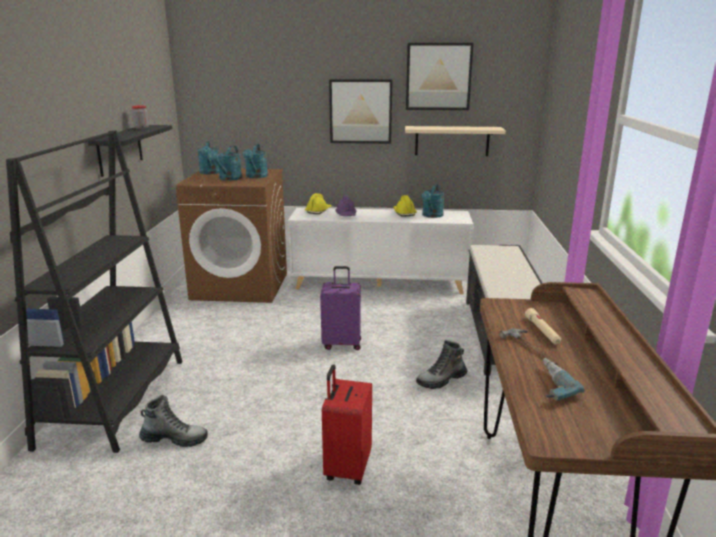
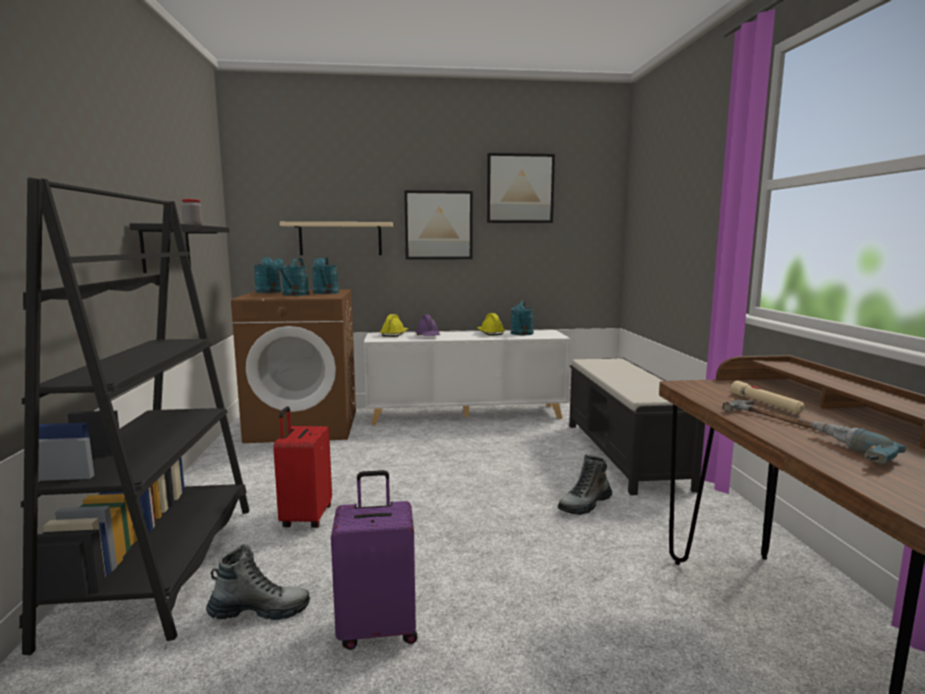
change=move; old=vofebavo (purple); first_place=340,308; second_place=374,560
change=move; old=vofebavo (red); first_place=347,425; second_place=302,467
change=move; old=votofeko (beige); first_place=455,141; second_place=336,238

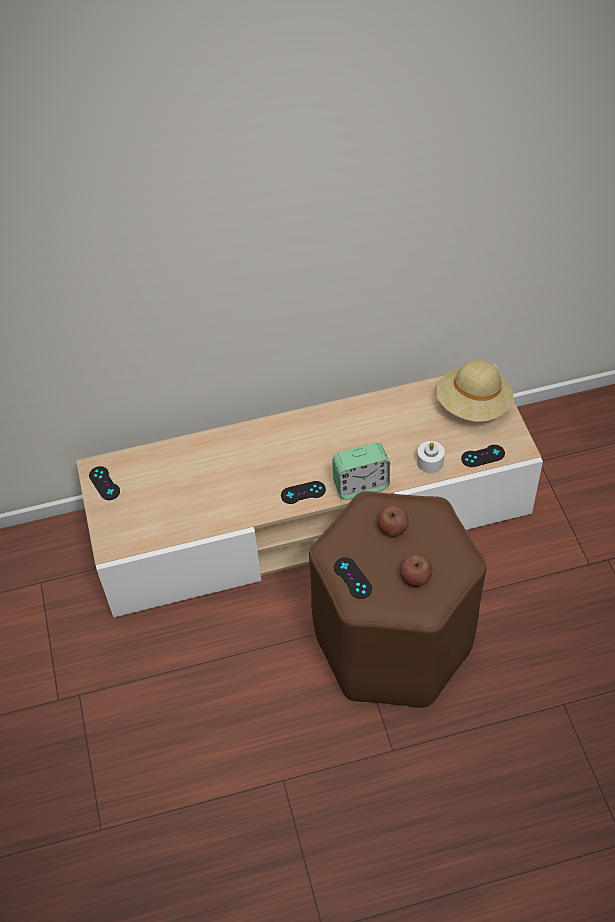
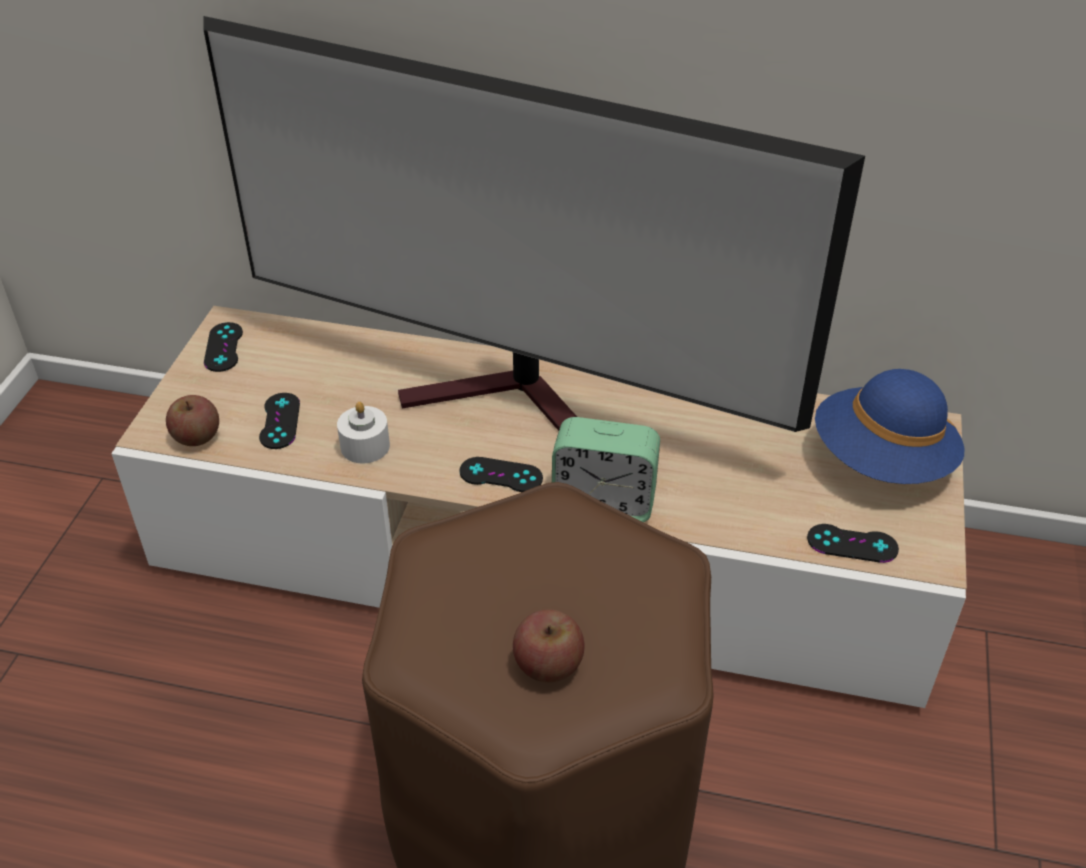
change=insert; new=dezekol; second_place=534,224
change=move; old=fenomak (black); first_place=353,578; second_place=279,421
change=move; old=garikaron; first_place=393,521; second_place=192,420
change=move; old=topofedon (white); first_place=431,457; second_place=363,433
change=recolor; old=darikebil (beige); new=darikebil (blue); first_place=474,391; second_place=889,426

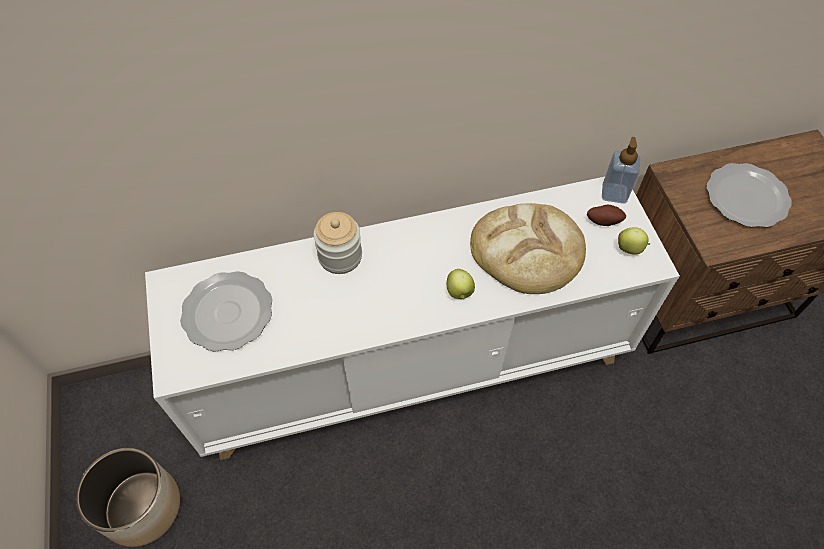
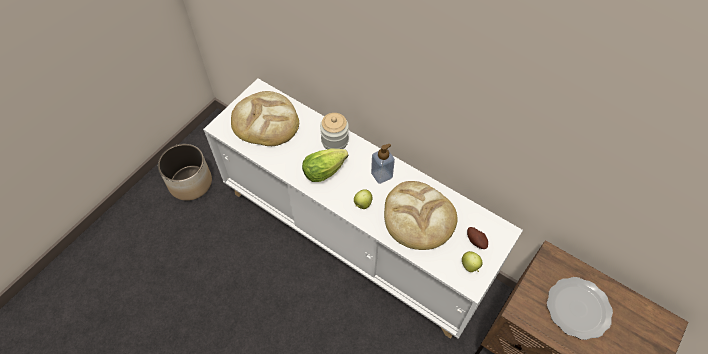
change=insert; new=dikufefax; second_place=325,165
change=move; old=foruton; first_place=621,170; second_place=383,164
change=replace; old=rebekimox; new=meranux; first_place=226,311; second_place=265,118

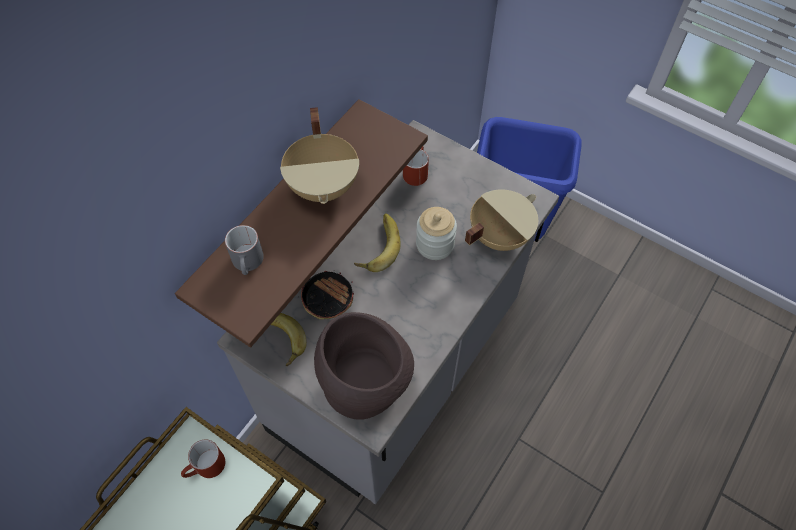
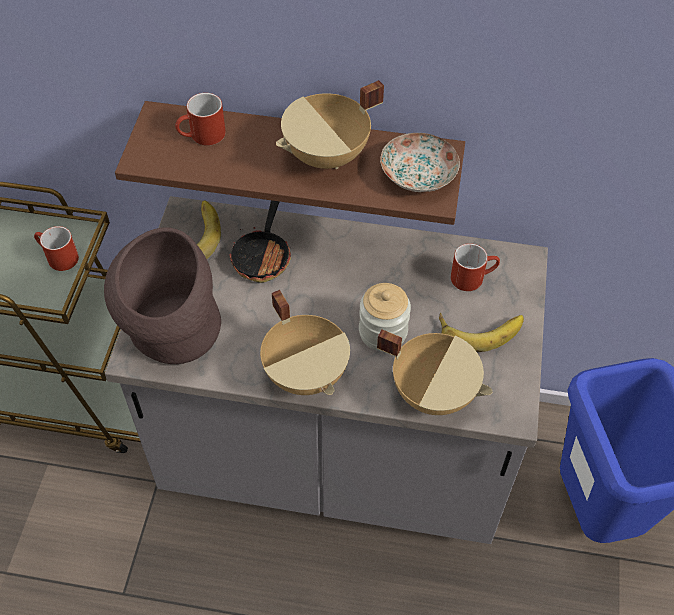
change=insert; new=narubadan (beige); second_place=305,342
change=insert; new=rebekimox; second_place=420,162
change=move; old=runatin; first_place=377,242; second_place=481,332
change=recolor; old=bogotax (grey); new=bogotax (red); first_place=244,250; second_place=200,119

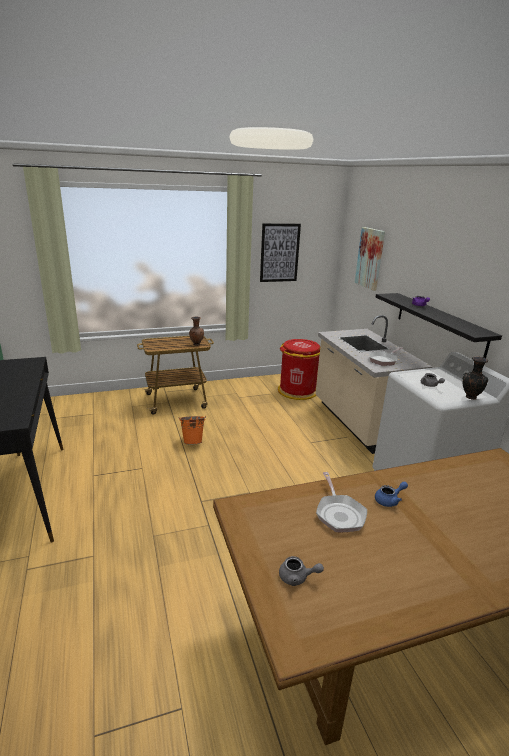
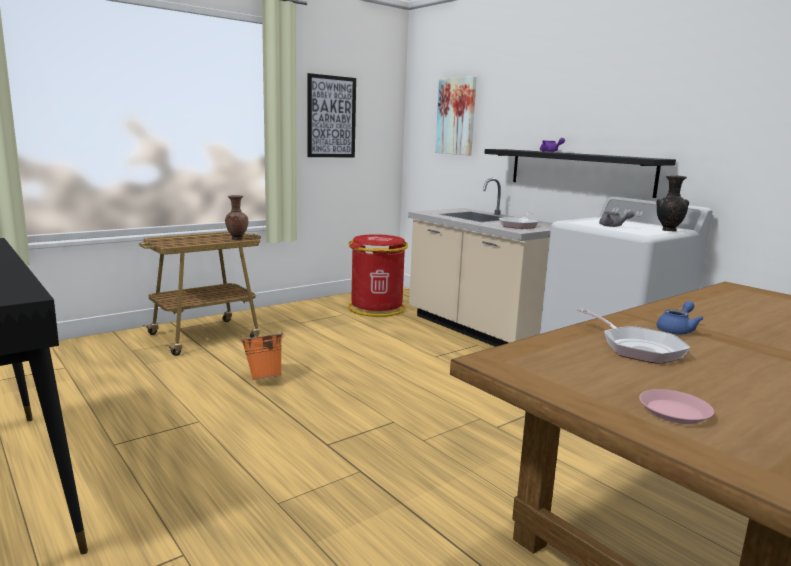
change=replace; old=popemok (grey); new=rebekimox (pink); first_place=301,571; second_place=676,406

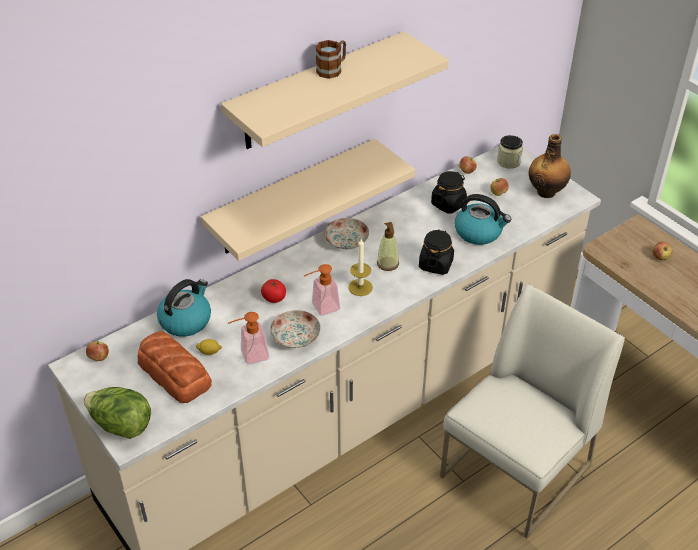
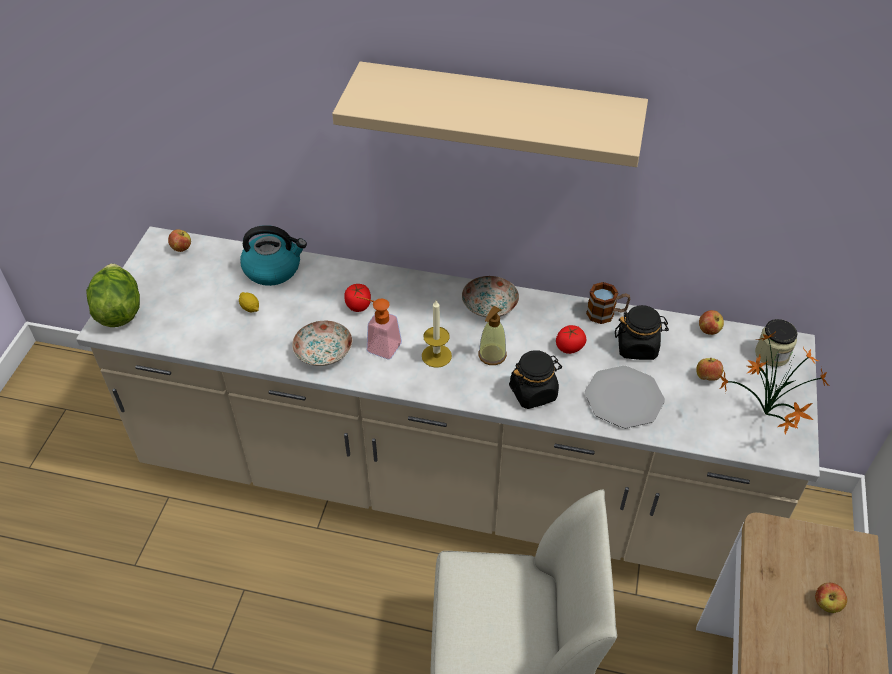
change=delete; old=meranux; first_place=175,367
change=delete; old=votofeko (beige); first_place=308,200
change=delete; old=foruton; first_place=248,338
change=insert; new=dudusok; second_place=571,339
change=move; old=bogotax; first_place=331,59; second_place=608,303
change=replace; old=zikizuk; new=rebekimox; first_place=483,219; second_place=625,397
change=replace; old=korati; new=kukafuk; first_place=550,166; second_place=774,382

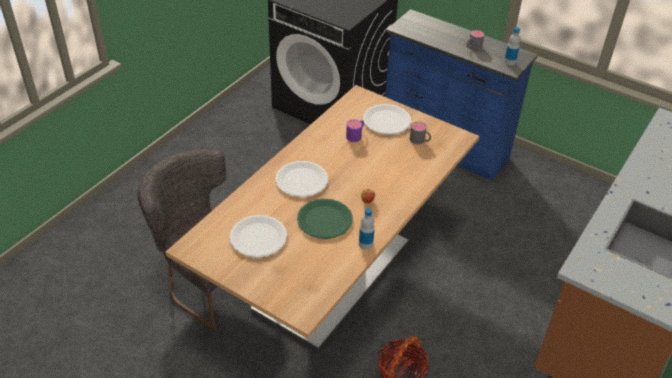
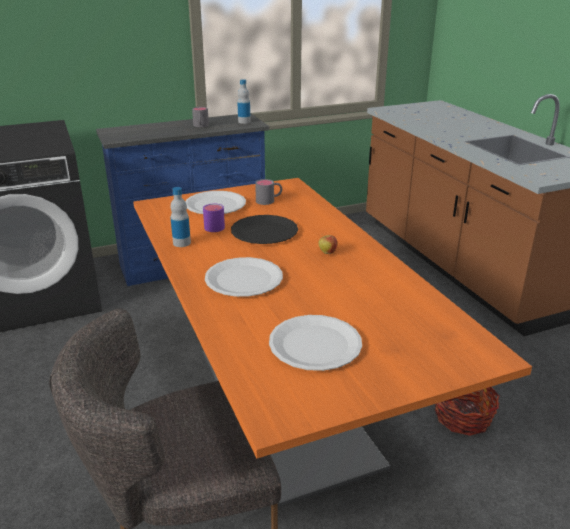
change=delete; old=rebekimox (green); first_place=325,219
change=insert; new=rebekimox (black); second_place=264,229
change=move; old=korati; first_place=367,229; second_place=180,217
change=recolor; old=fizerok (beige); new=fizerok (orange); first_place=322,217; second_place=332,342

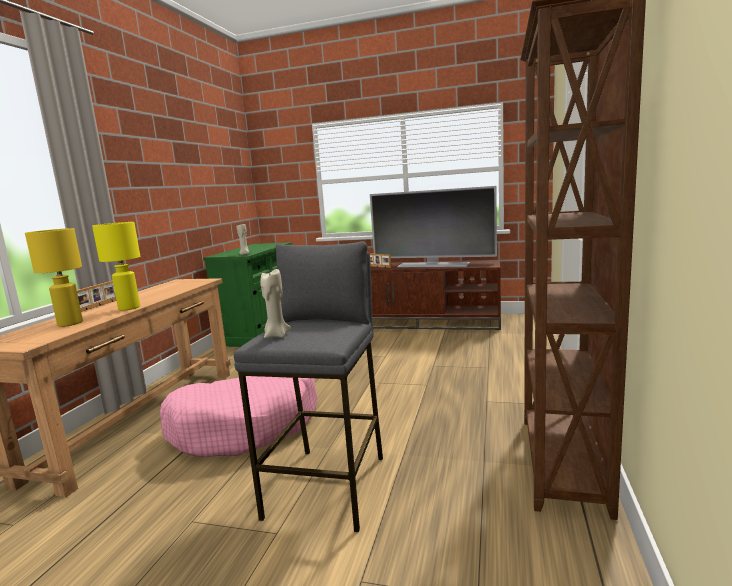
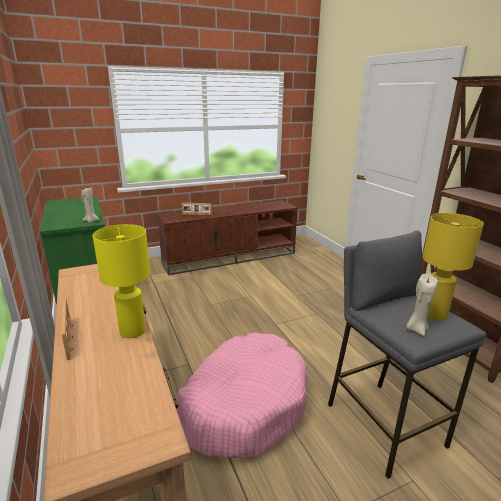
change=delete; old=dezekol; first_place=433,227
change=move; old=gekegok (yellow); first_place=54,277; second_place=453,266

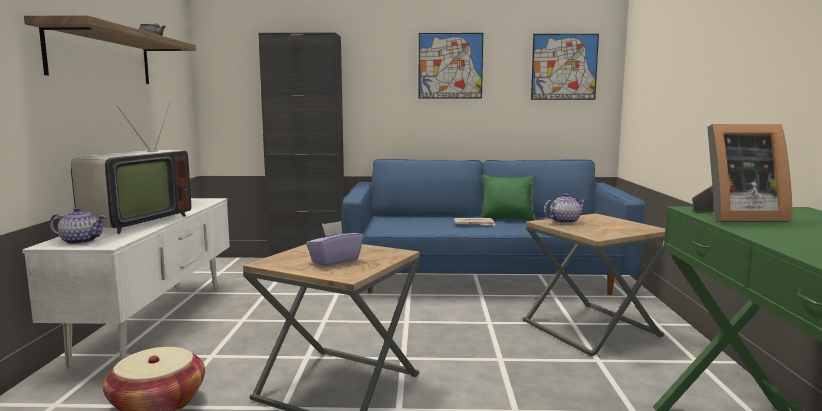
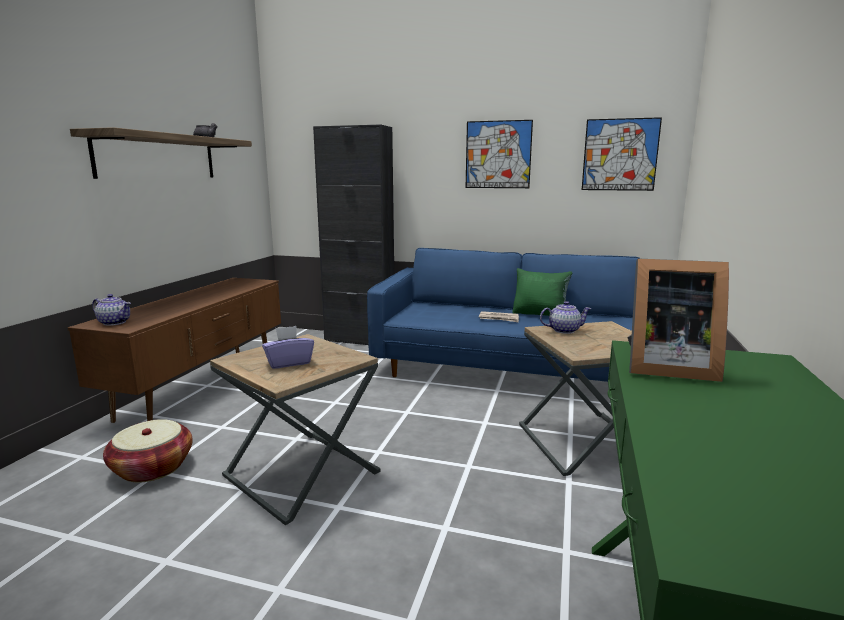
change=delete; old=dezekol; first_place=131,167
change=recolor; old=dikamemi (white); new=dikamemi (brown); first_place=126,282; second_place=174,350

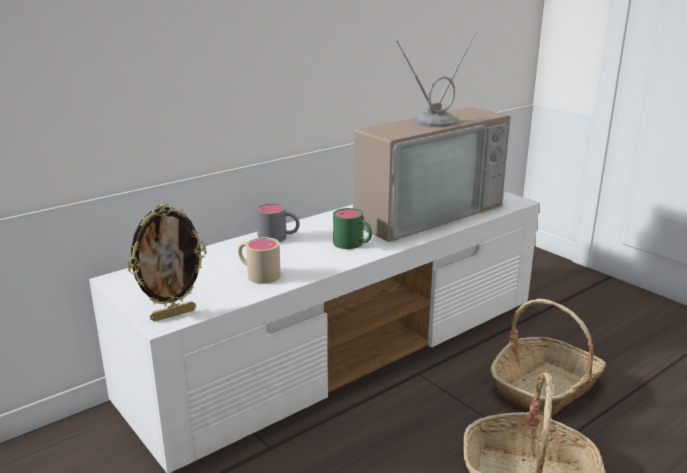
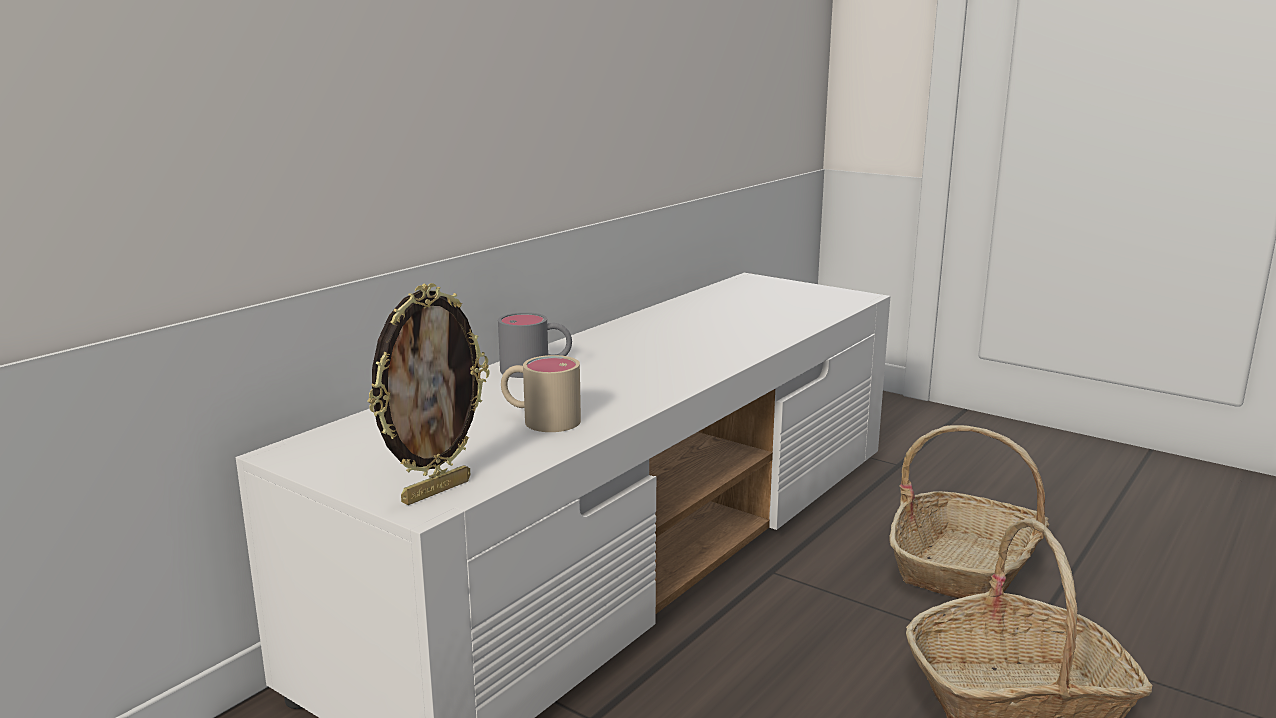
change=delete; old=bogotax (green); first_place=352,228
change=delete; old=dezekol; first_place=432,137

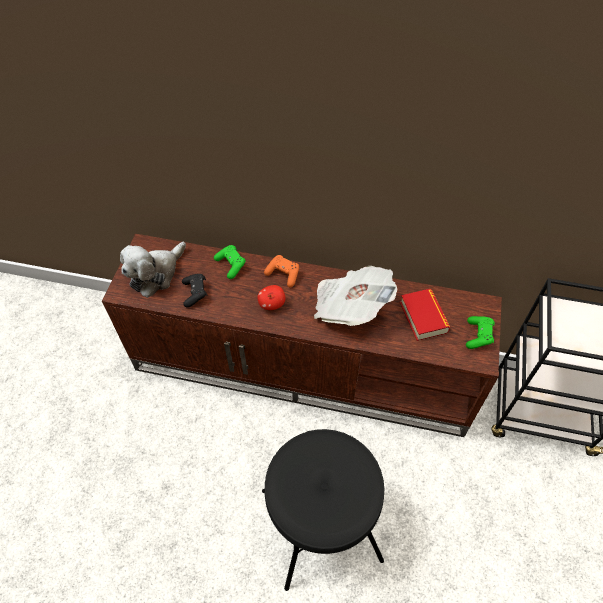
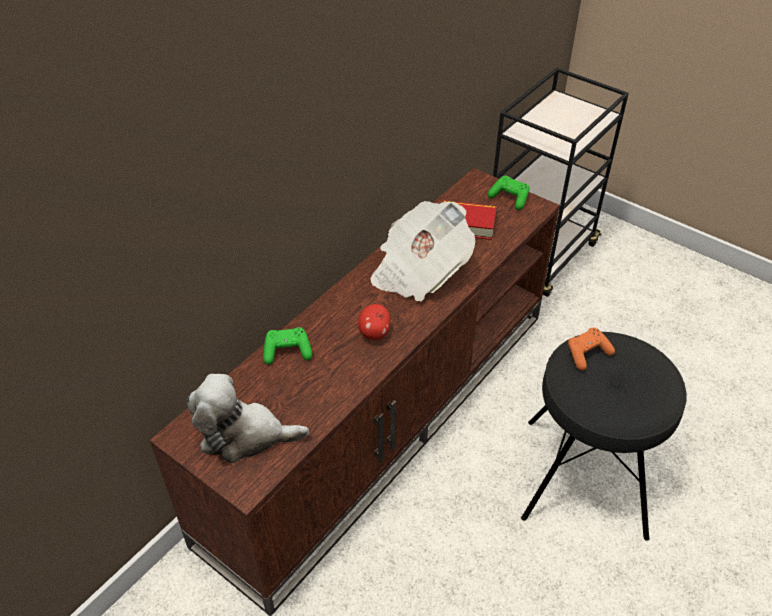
change=delete; old=fenomak (black); first_place=195,291
change=move; old=fenomak (orange); first_place=281,271; second_place=591,349
change=rotate; old=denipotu; first_place=153,270; second_place=248,418; degrees=120

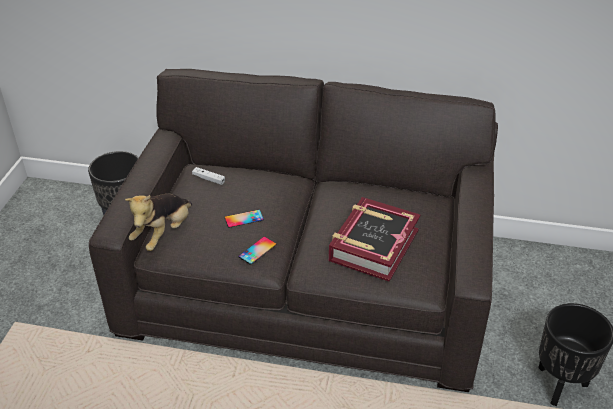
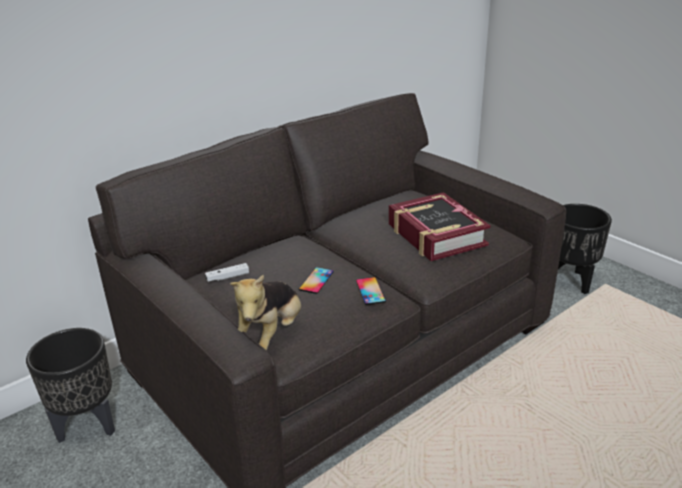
change=rotate; old=denipotu; first_place=158,222; second_place=265,312; degrees=45

